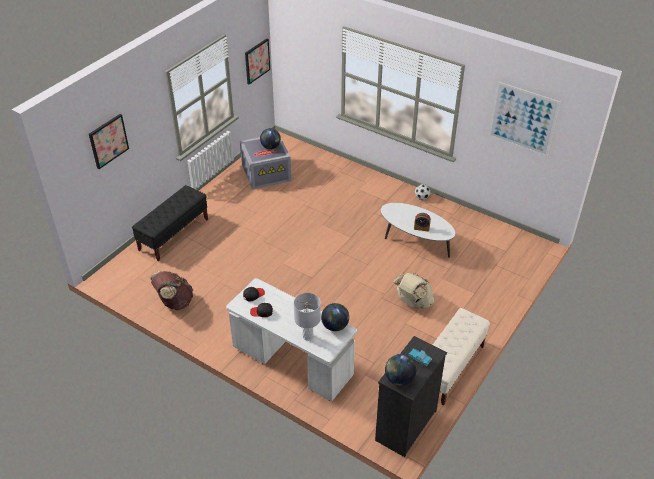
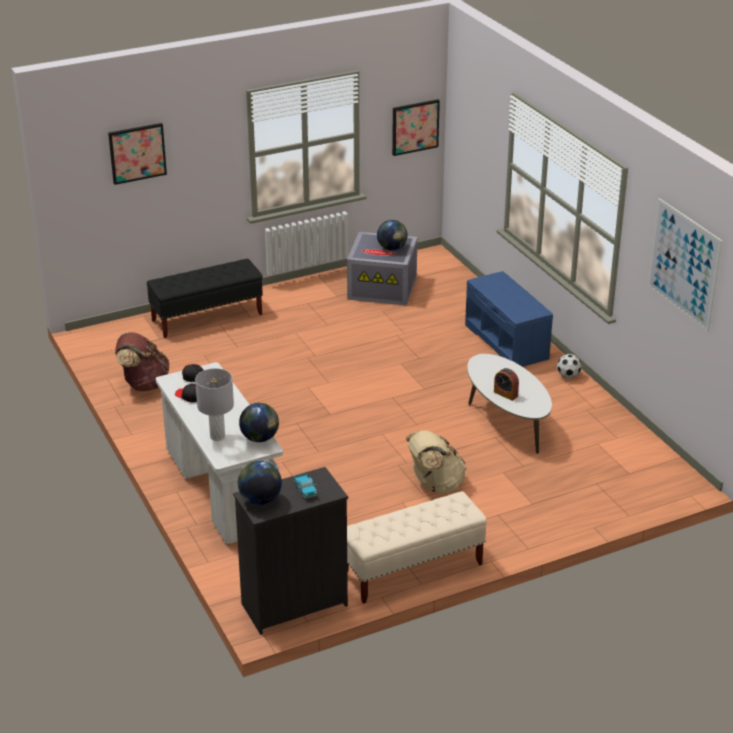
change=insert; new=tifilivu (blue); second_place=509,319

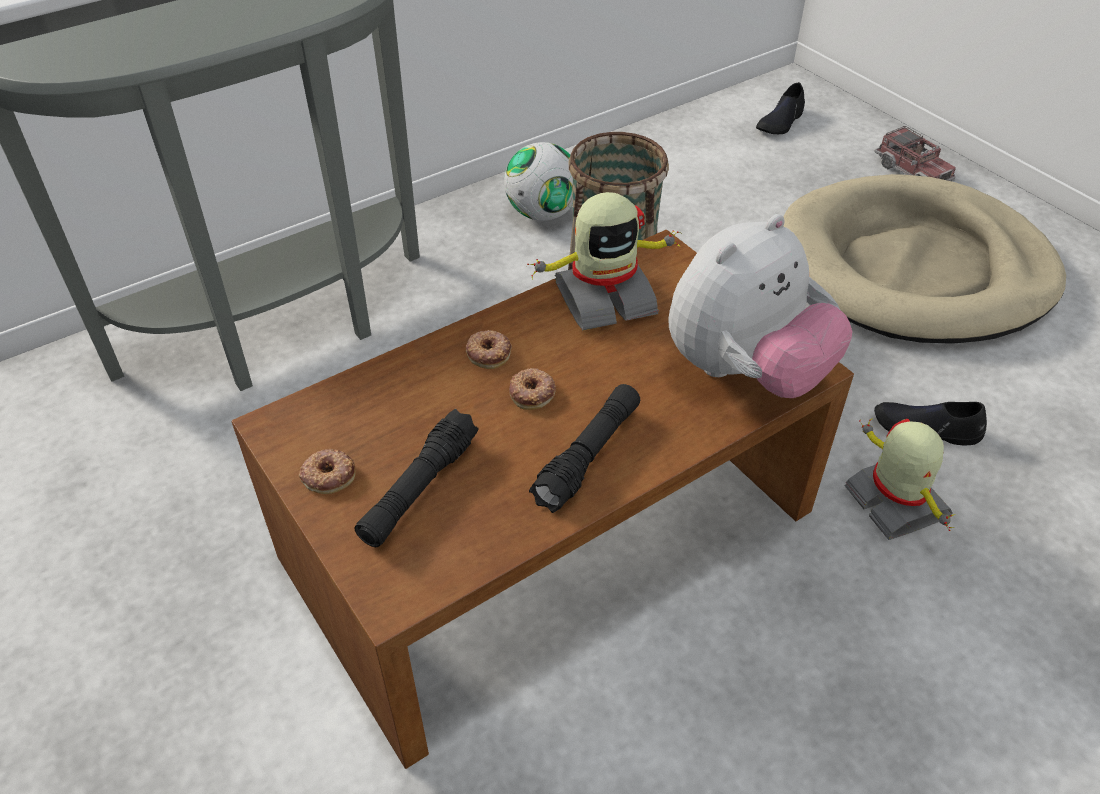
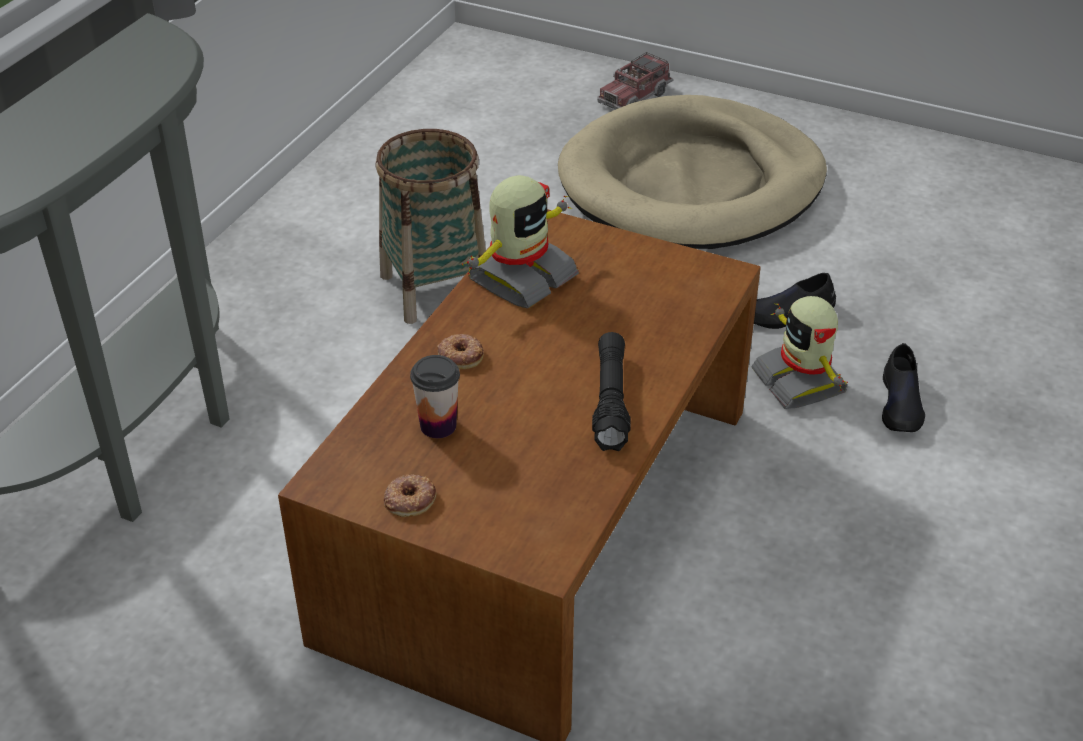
change=delete; old=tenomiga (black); first_place=416,478
change=delete; old=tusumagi; first_place=538,181
change=delete; old=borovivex; first_place=532,389
change=delete; old=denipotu; first_place=761,306
change=insert; new=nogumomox; second_place=435,396
change=move; old=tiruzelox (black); first_place=780,108; second_place=903,387
change=rotate; old=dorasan; first_place=899,479; second_place=799,352; degrees=-150
change=rotate; old=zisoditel; first_place=915,153; second_place=635,81; degrees=105

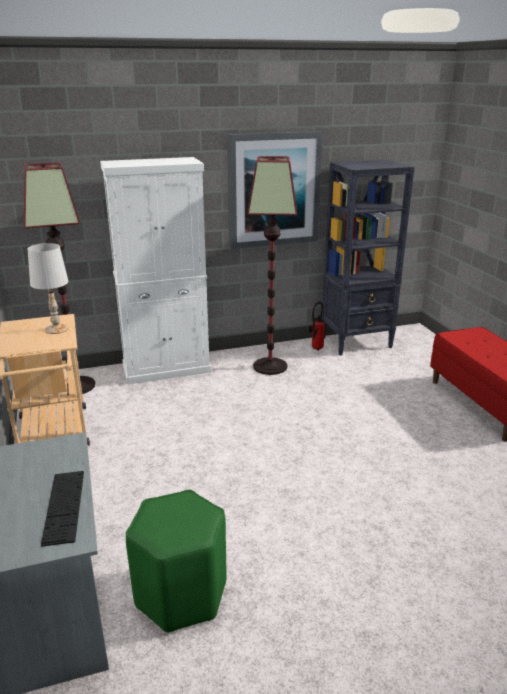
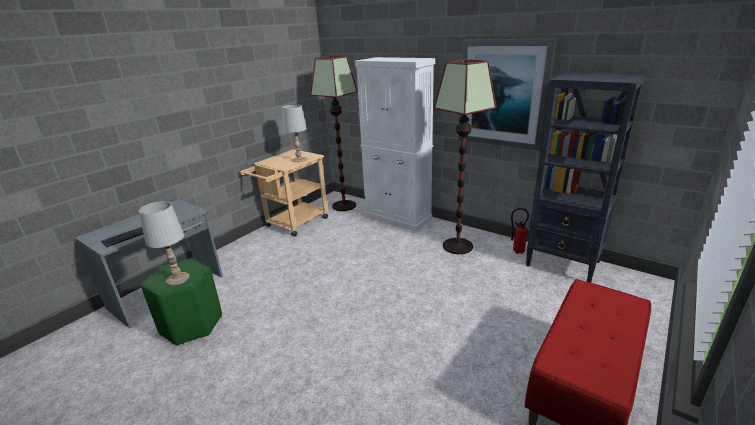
change=insert; new=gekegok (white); second_place=164,243

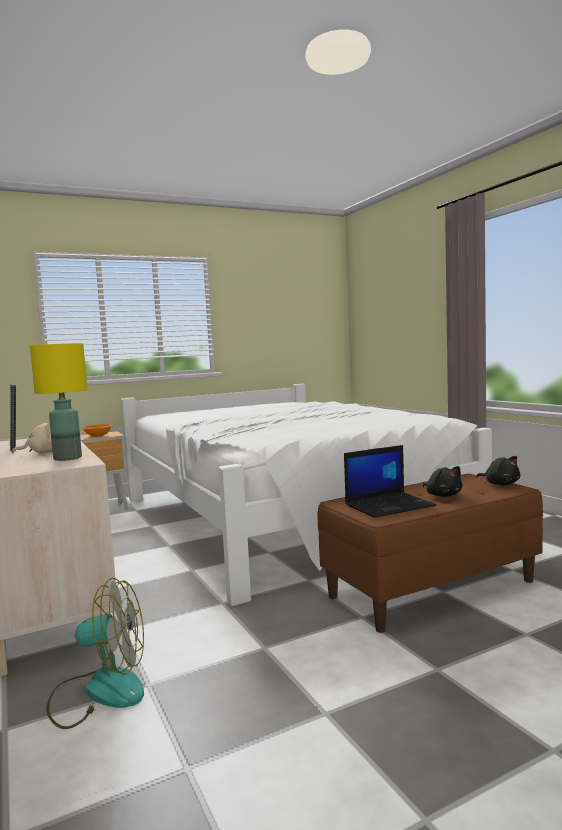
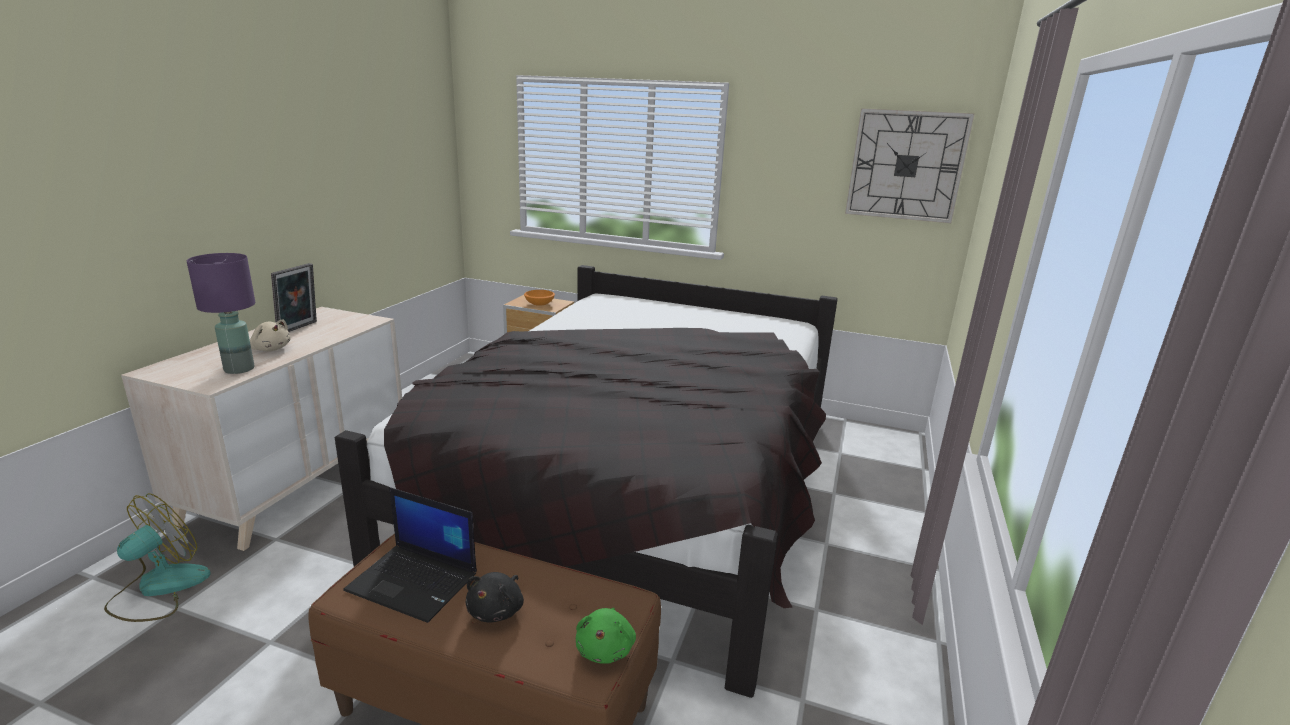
change=insert; new=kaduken; second_place=909,165
change=recolor; old=gekegok (yellow); new=gekegok (purple); first_place=59,402; second_place=221,313
change=recolor; old=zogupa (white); new=zogupa (black); first_place=306,495; second_place=586,481
change=recolor; old=denipotu (black); new=denipotu (green); first_place=498,470; second_place=606,636
change=rotate; old=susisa; first_place=95,653; second_place=157,557; degrees=-105

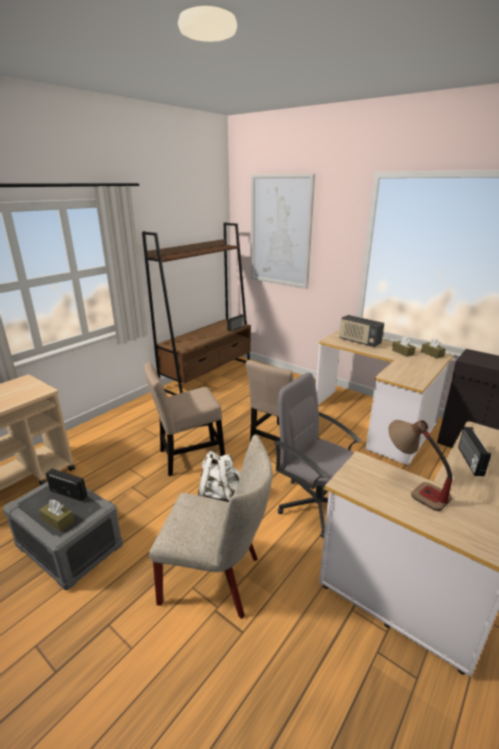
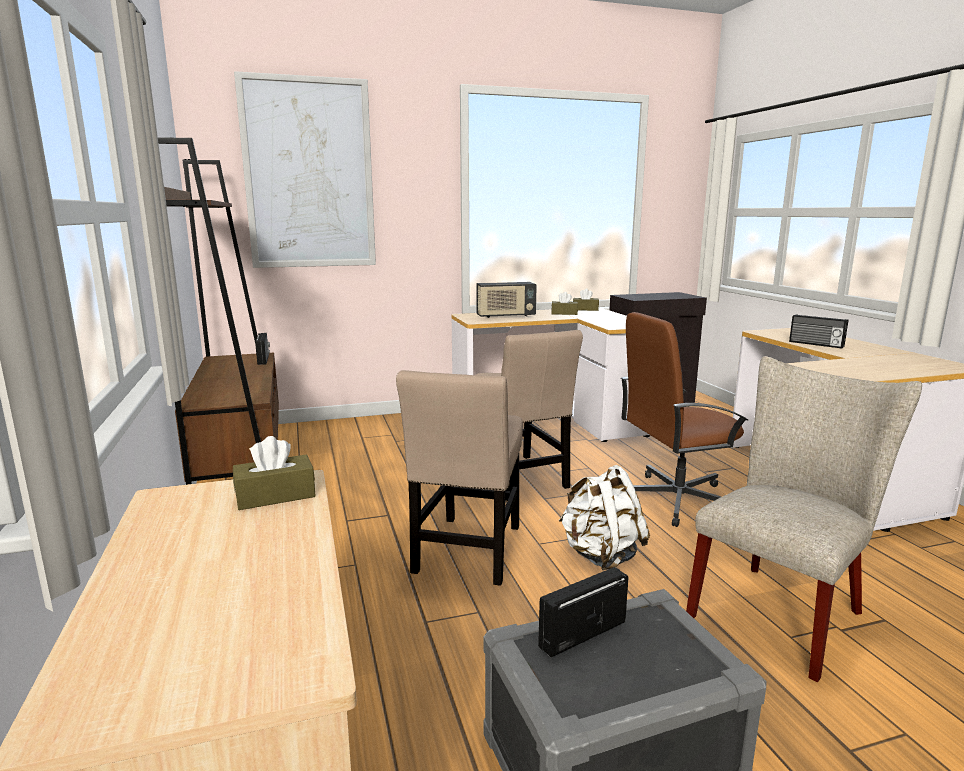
change=delete; old=gekegok; first_place=420,465
change=move; old=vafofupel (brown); first_place=57,516; second_place=274,473
change=recolor; old=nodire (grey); new=nodire (brown); first_place=317,455; second_place=685,419

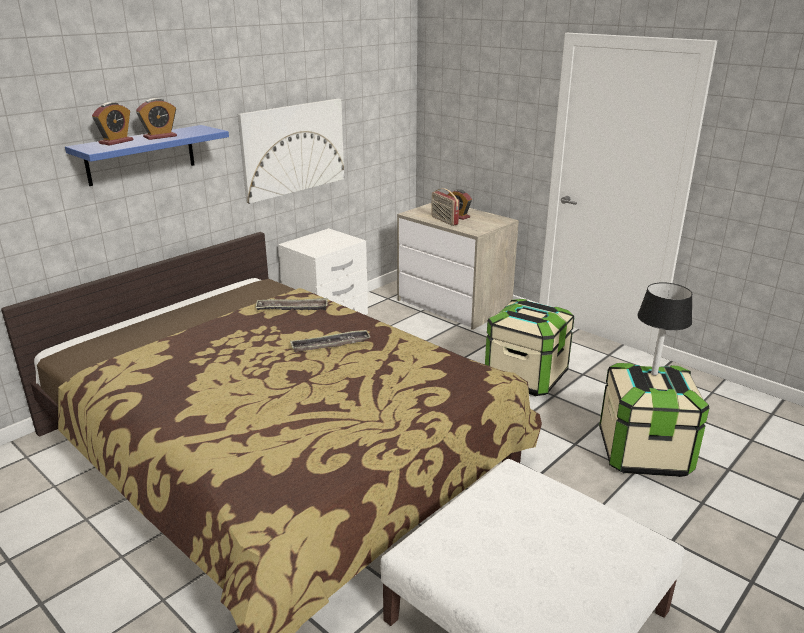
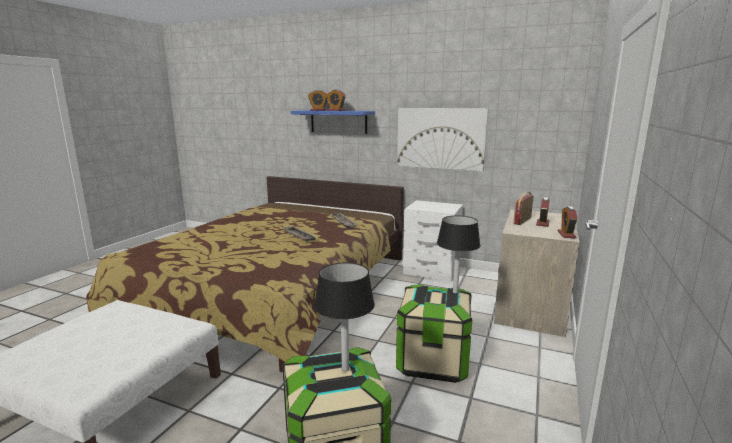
change=insert; new=gekegok (black); second_place=459,255
change=insert; new=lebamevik; second_place=567,222

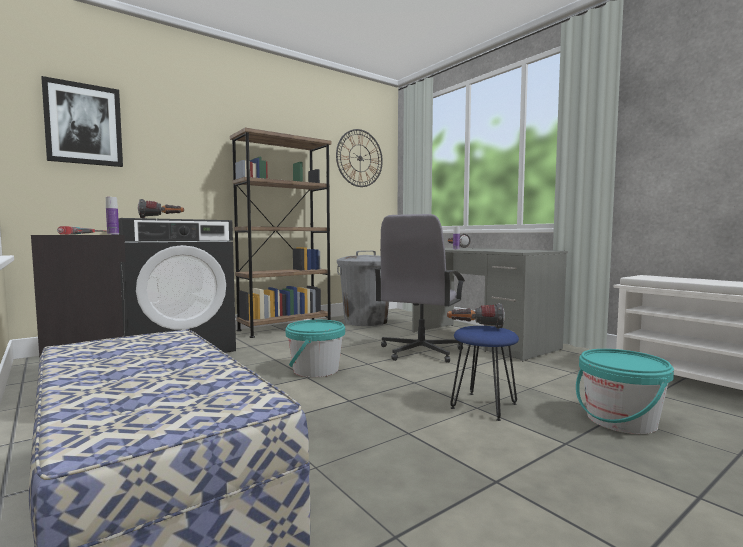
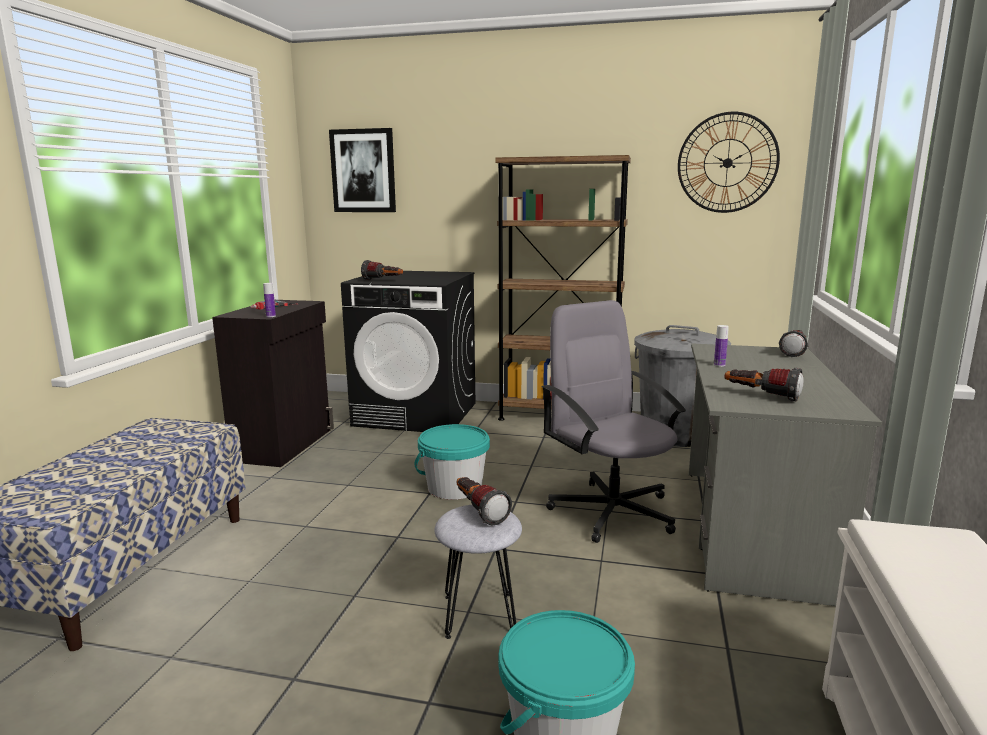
change=insert; new=tenomiga; second_place=764,385
change=recolor; old=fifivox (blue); new=fifivox (grey); first_place=484,373; second_place=478,572
change=rotate; old=nodire (grey); first_place=420,288; second_place=613,421; degrees=75

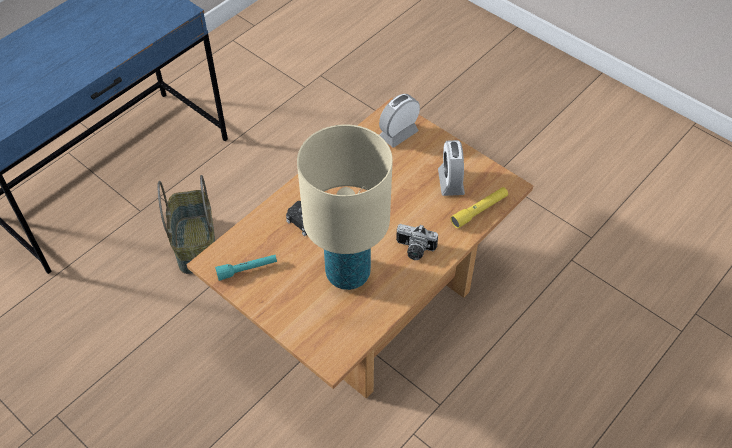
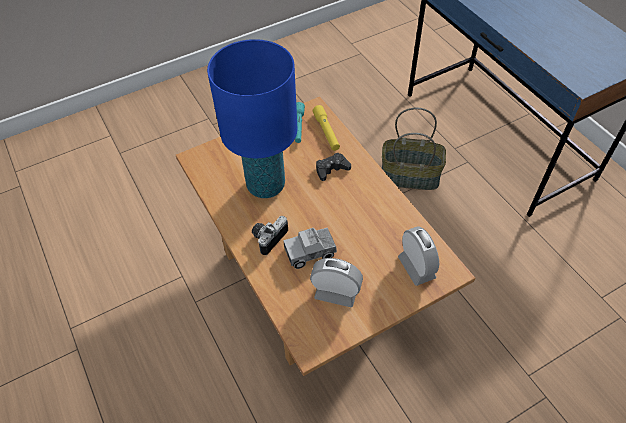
change=insert; new=zisoditel; second_place=310,248
change=move; old=tenomiga (yellow); first_place=479,207; second_place=326,128
change=recolor; old=gekegok (beige); new=gekegok (blue); first_place=345,207; second_place=252,118

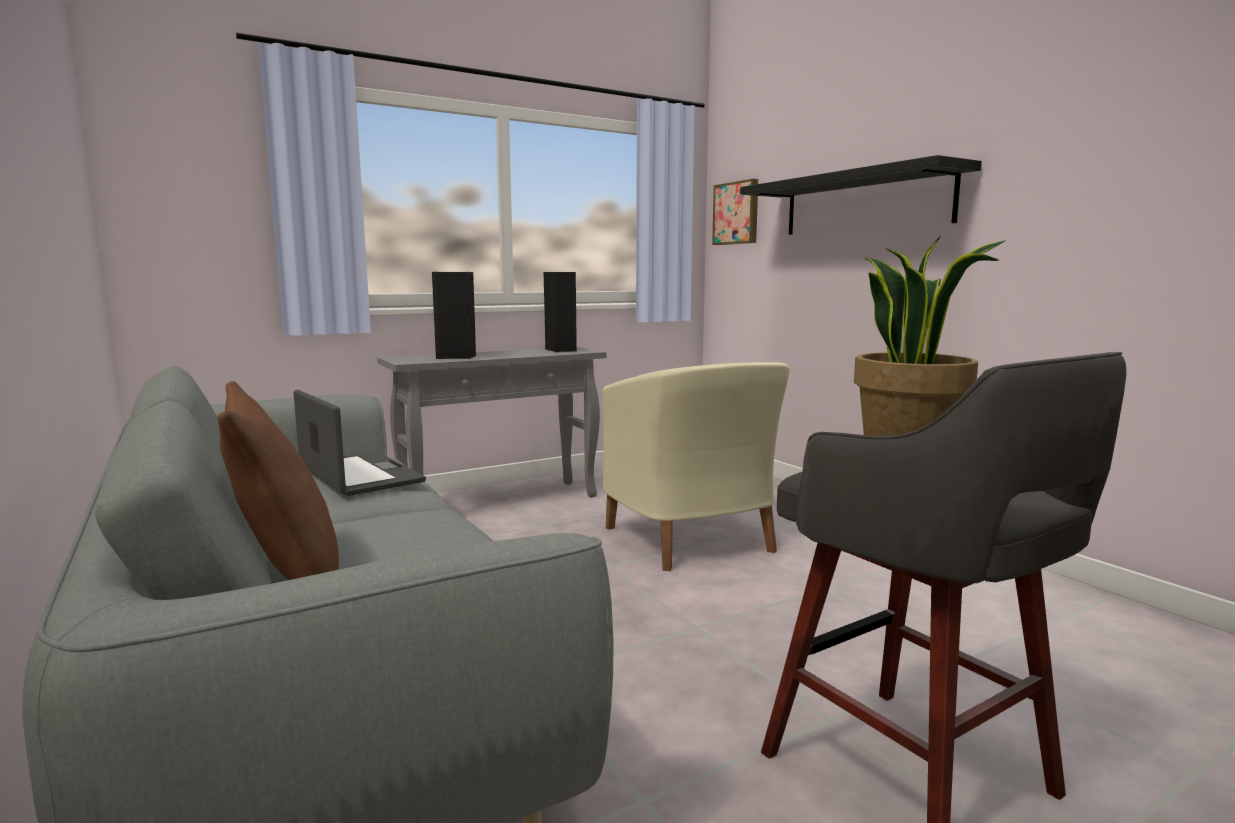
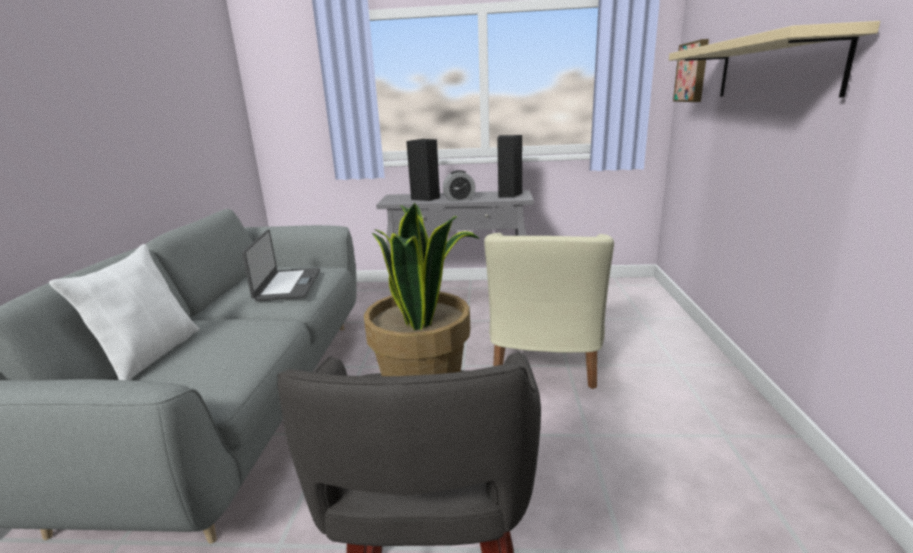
change=insert; new=lebamevik; second_place=459,185
change=recolor; old=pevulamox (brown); new=pevulamox (white); first_place=278,480; second_place=124,312
change=recolor; old=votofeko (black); new=votofeko (beige); first_place=861,195; second_place=774,59

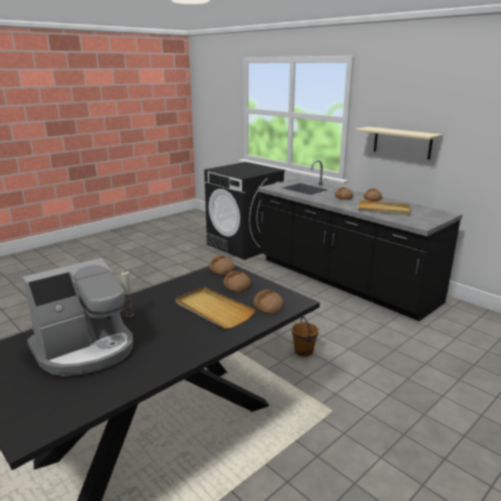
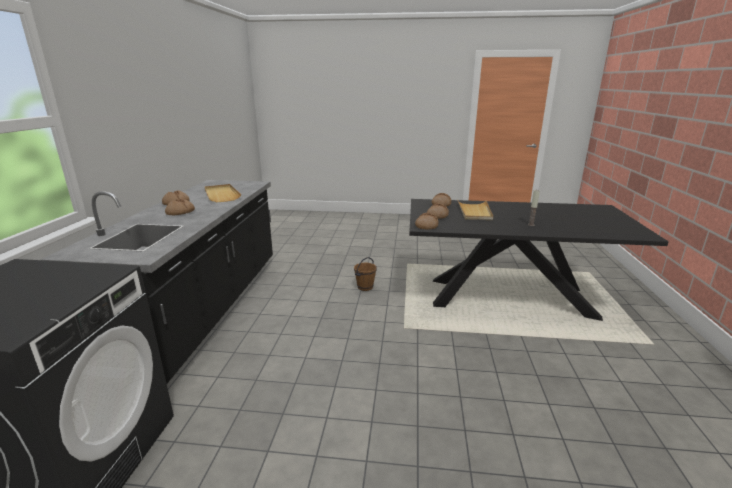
change=delete; old=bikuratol; first_place=77,317
change=delete; old=votofeko (beige); first_place=399,143

